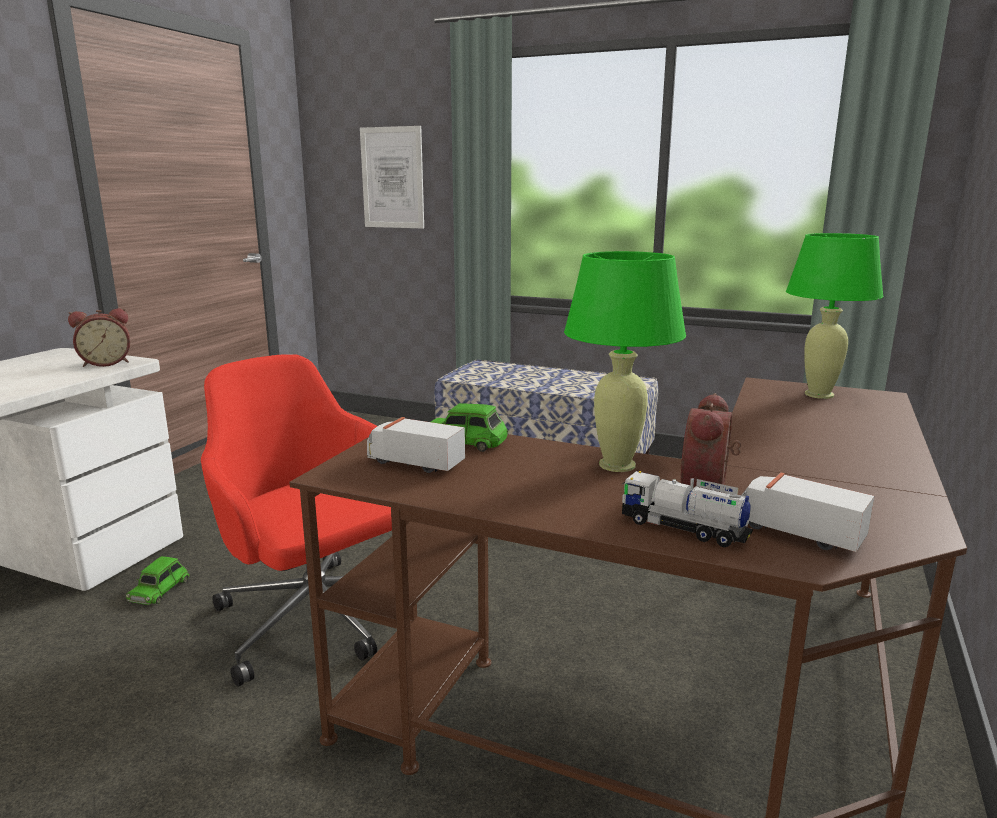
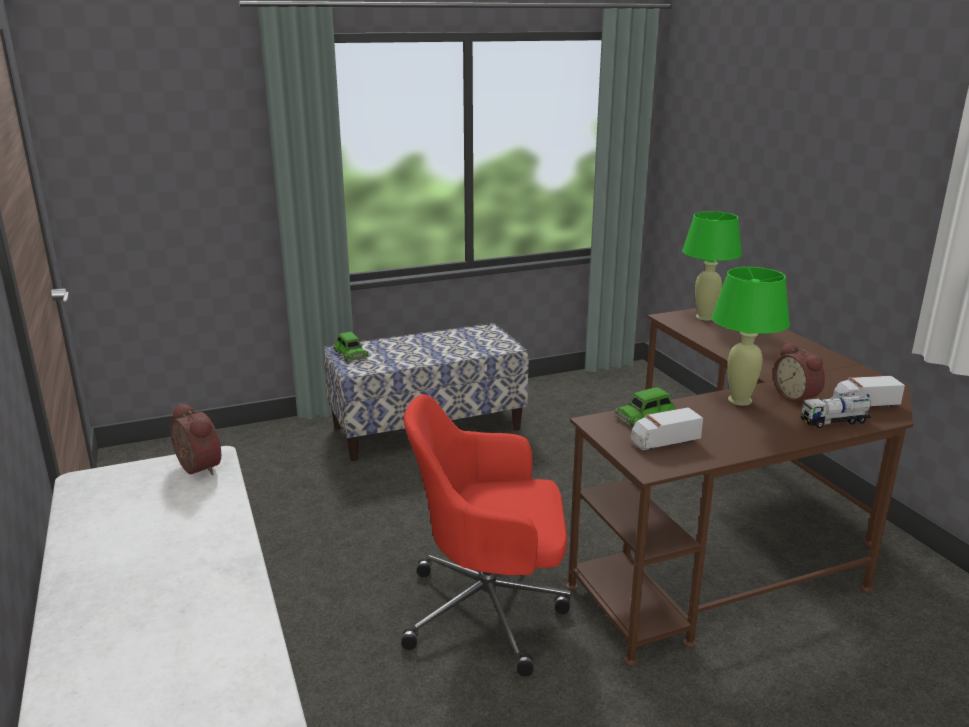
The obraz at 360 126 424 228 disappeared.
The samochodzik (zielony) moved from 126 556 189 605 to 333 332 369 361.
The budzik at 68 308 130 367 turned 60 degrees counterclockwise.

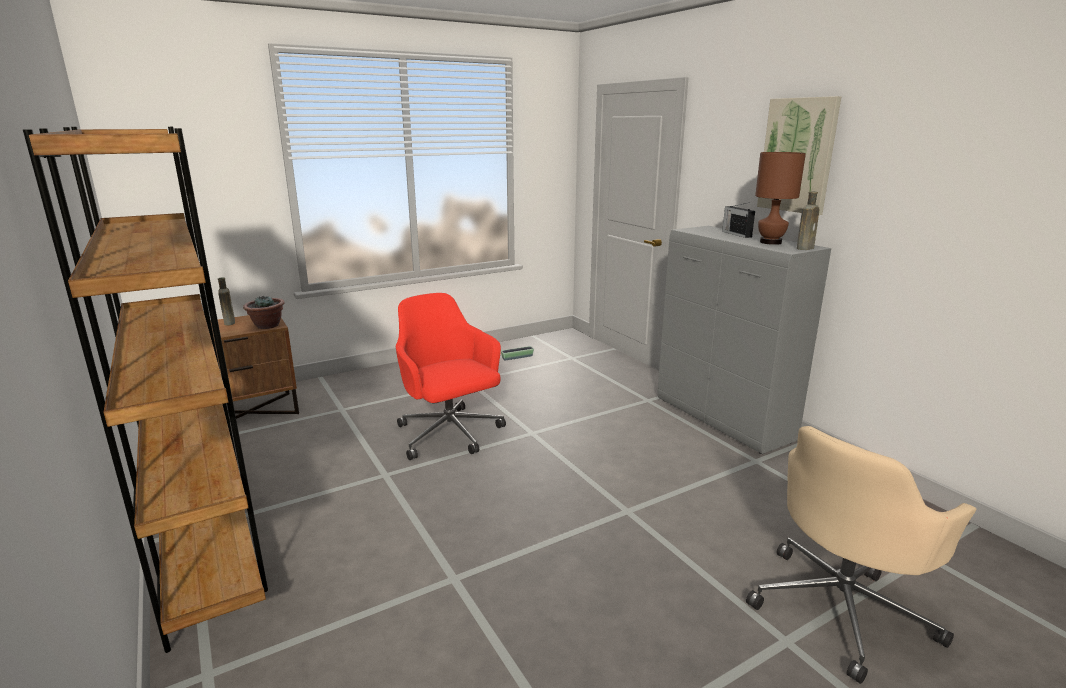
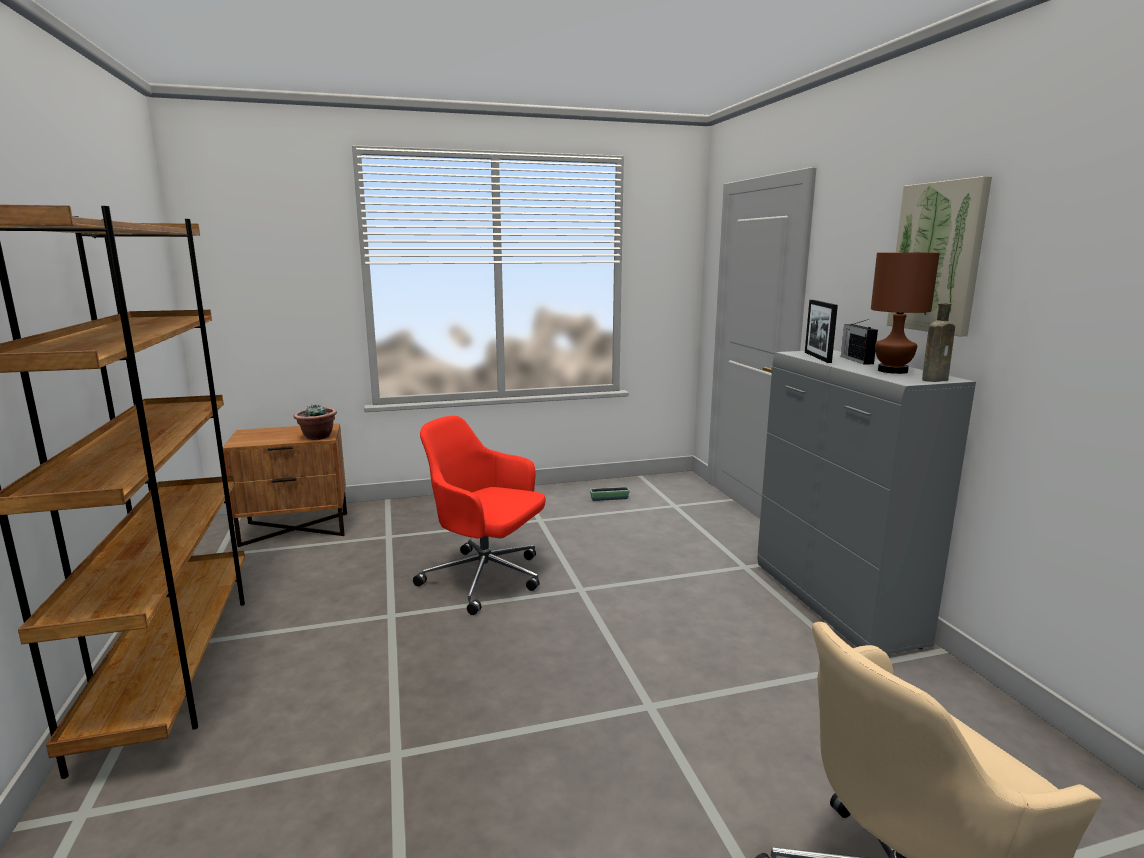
The butelka (brązowy) at 218 277 235 326 disappeared.
The ramka na zdjęcie at 805 300 838 363 appeared.
The krzesło biurowe (czerwony) at 396 293 506 460 turned 45 degrees counterclockwise.

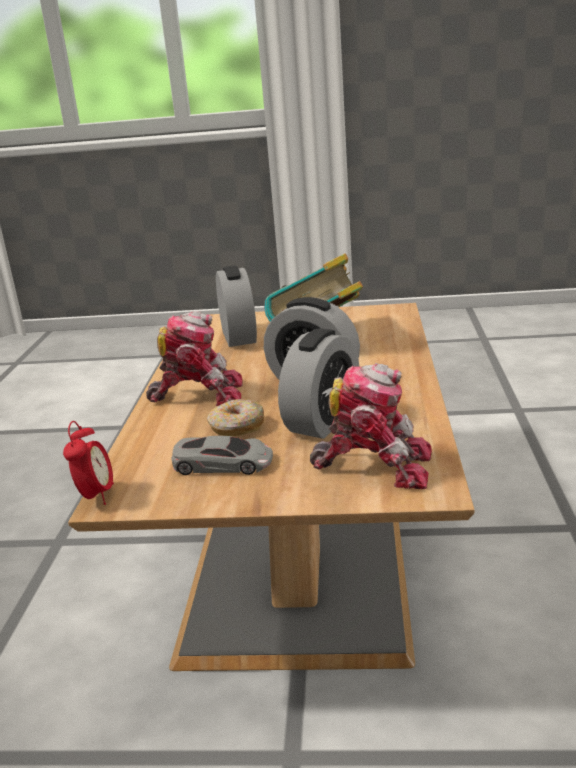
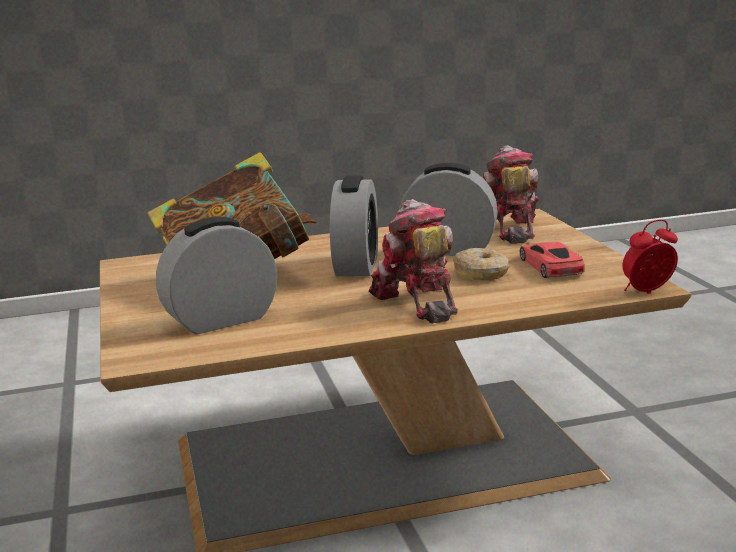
The samochodzik (szary) at 171 436 273 475 became the samochodzik (czerwony) at 520 242 585 278.

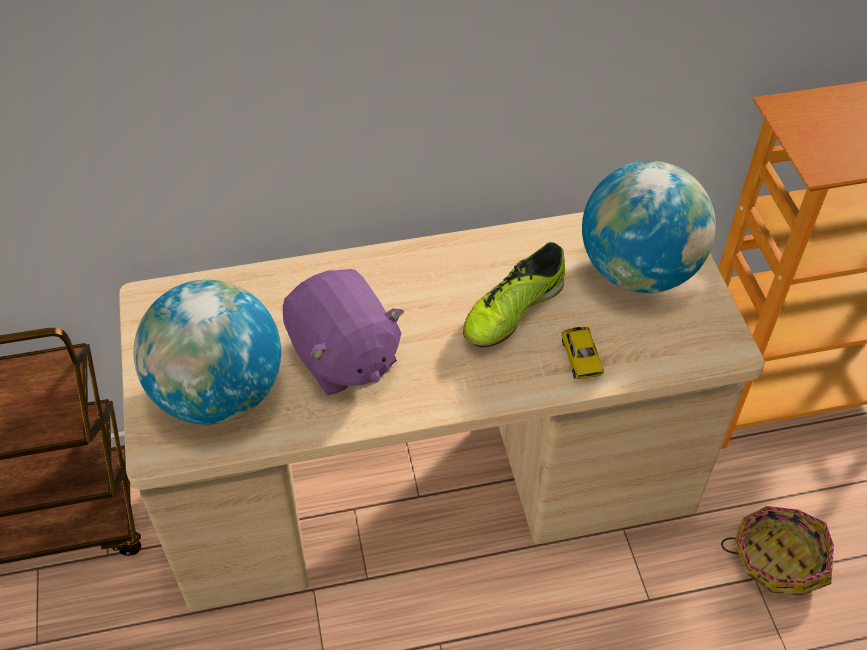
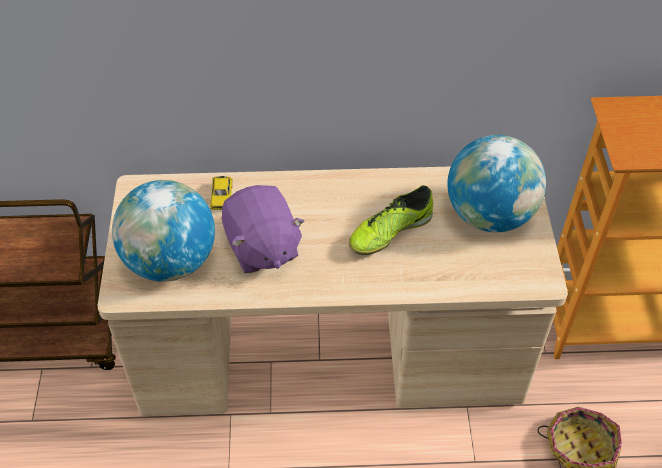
The samochodzik moved from 561 327 604 379 to 210 176 233 210.

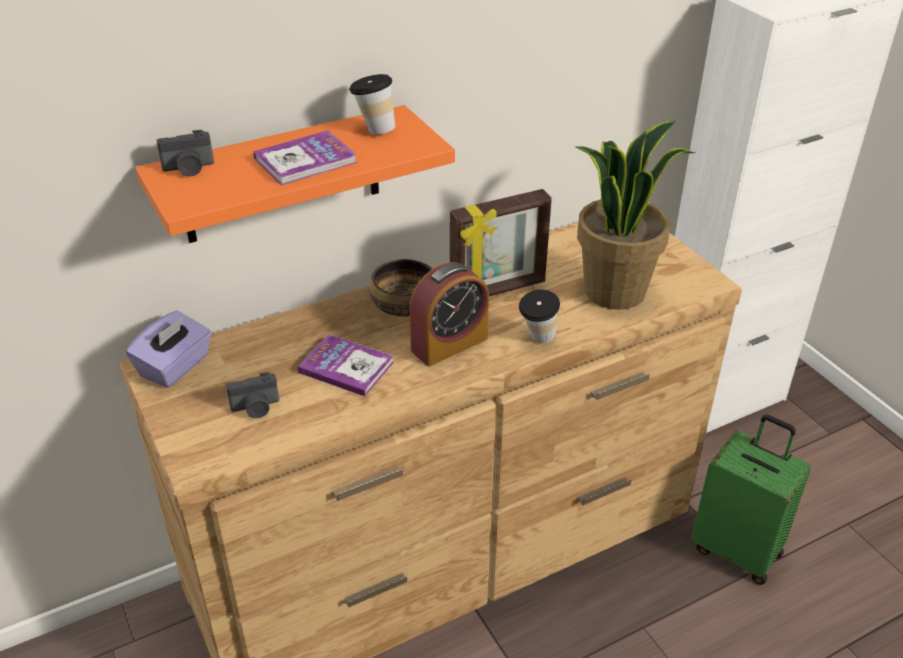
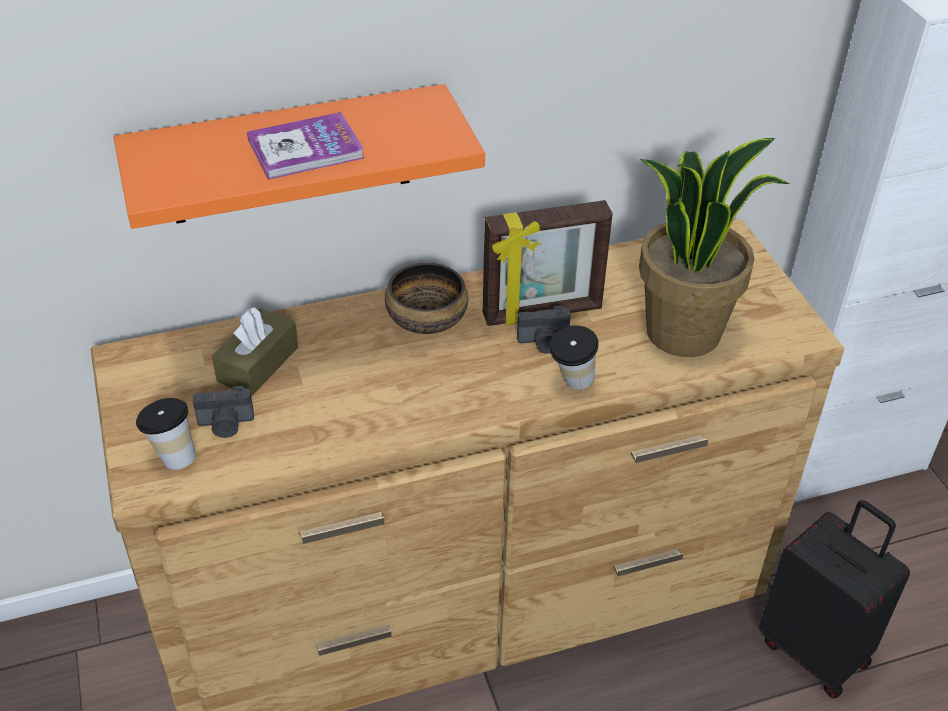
The pudełko chusteczek (fioletowy) at 126 311 212 388 disappeared.
The książka at 297 334 394 396 disappeared.
The budzik at 410 262 489 366 disappeared.
The pudełko chusteczek (brązowy) at 212 307 298 396 appeared.
The aparat fotograficzny moved from 156 130 214 176 to 517 306 571 353.
The filiżanka moved from 349 74 395 135 to 136 398 196 470.
The walizka (zielony) at 691 415 811 585 became the walizka (czarny) at 759 500 910 698.

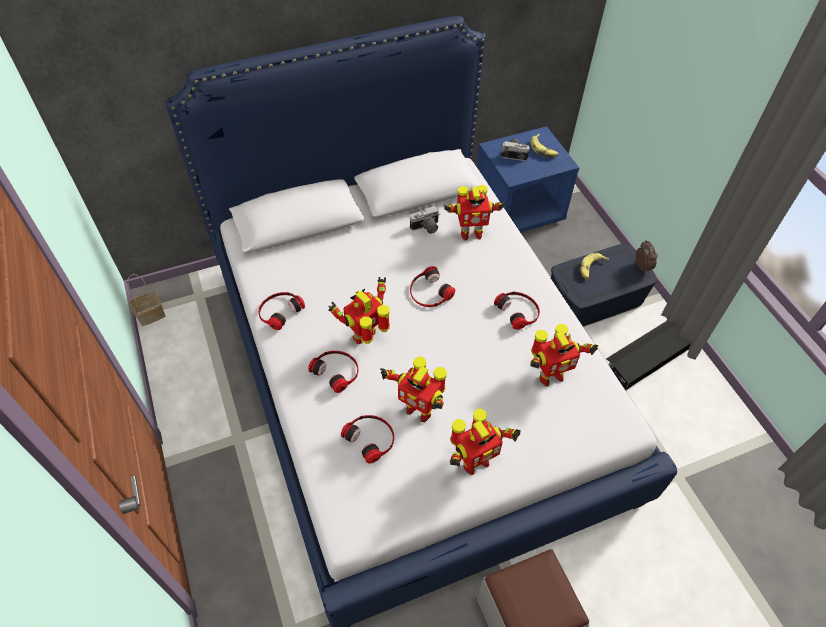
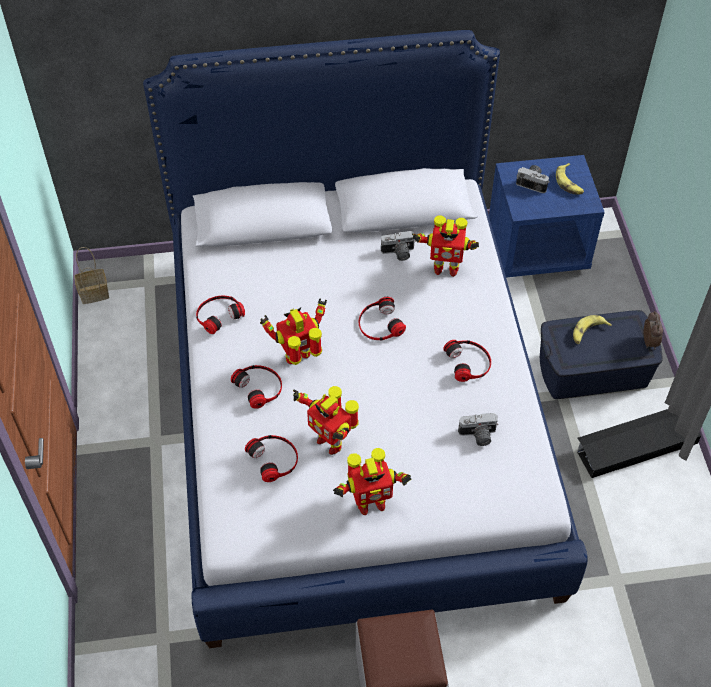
The robot zabawkowy at 530 324 598 386 was replaced by the aparat fotograficzny at 458 413 499 446.

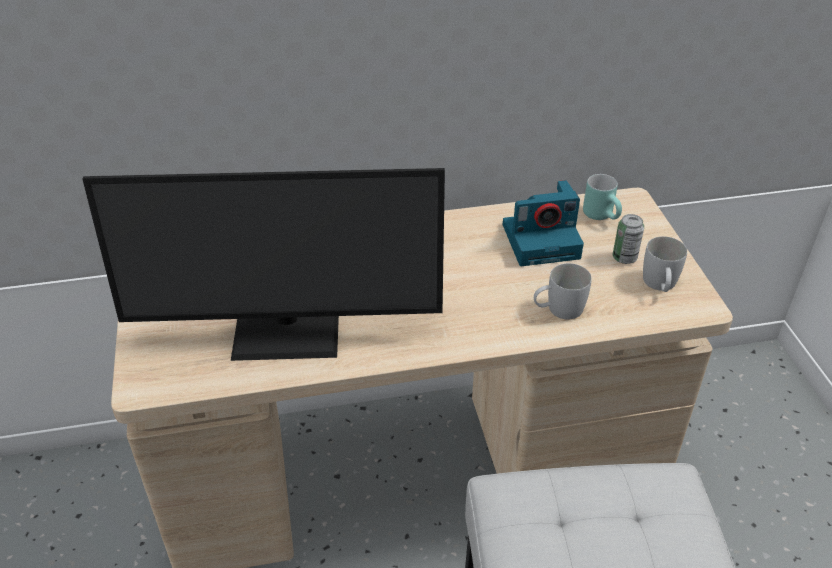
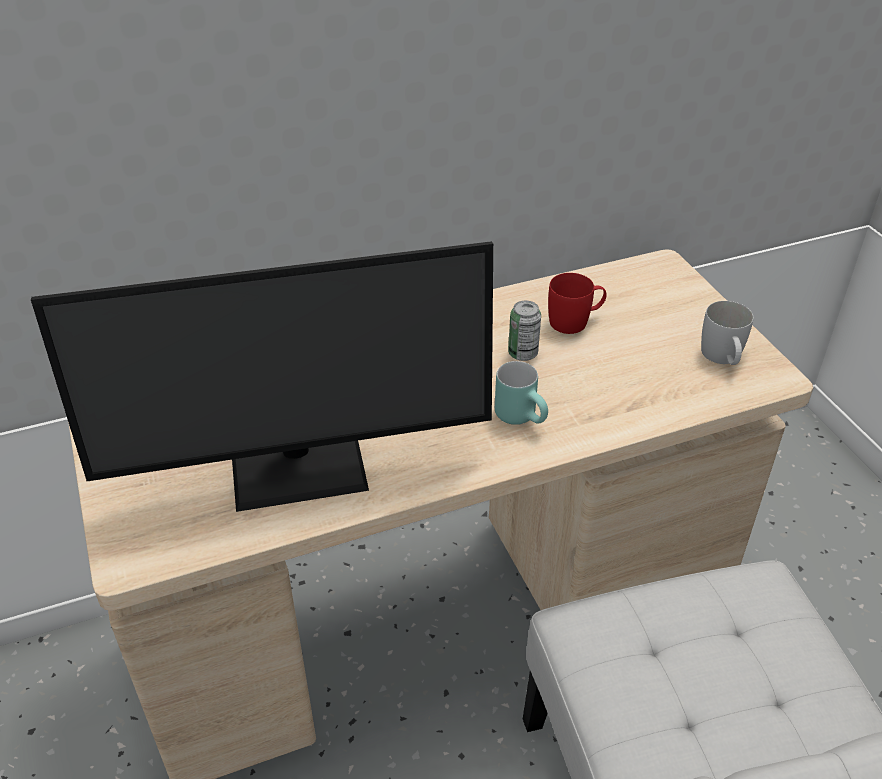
The kubek (biały) at 534 263 592 319 disappeared.
The kubek (turkusowy) moved from 583 174 622 220 to 495 361 548 425.
The puszka moved from 613 214 644 264 to 508 301 541 361.
The aparat fotograficzny at 503 180 584 266 was replaced by the kubek (czerwony) at 548 273 607 334.

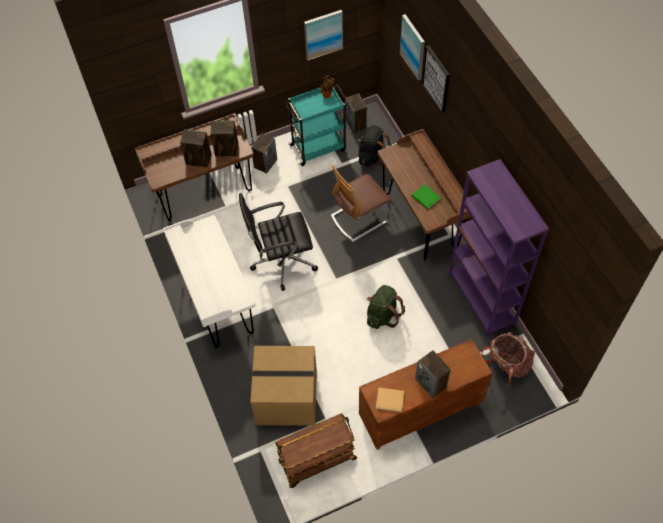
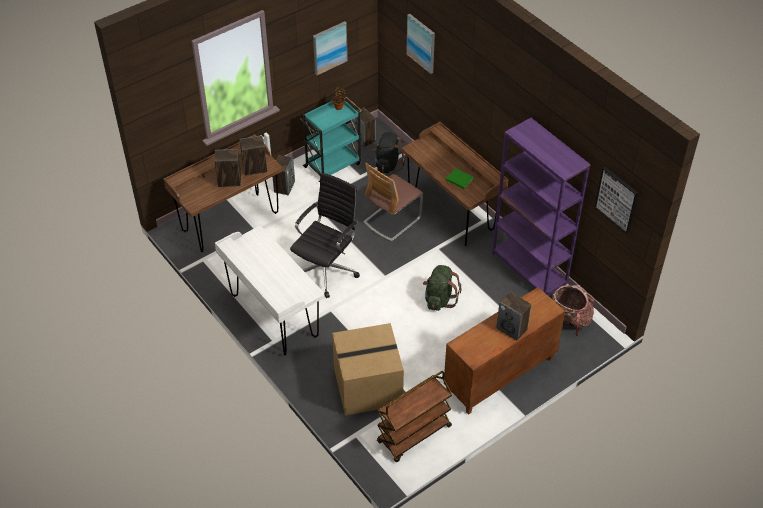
The książka (beżowy) at 376 387 404 412 disappeared.
The obraz moved from 422 46 450 113 to 595 167 638 234.
The krzesło biurowe (czarny) at 239 193 318 291 turned 150 degrees clockwise.

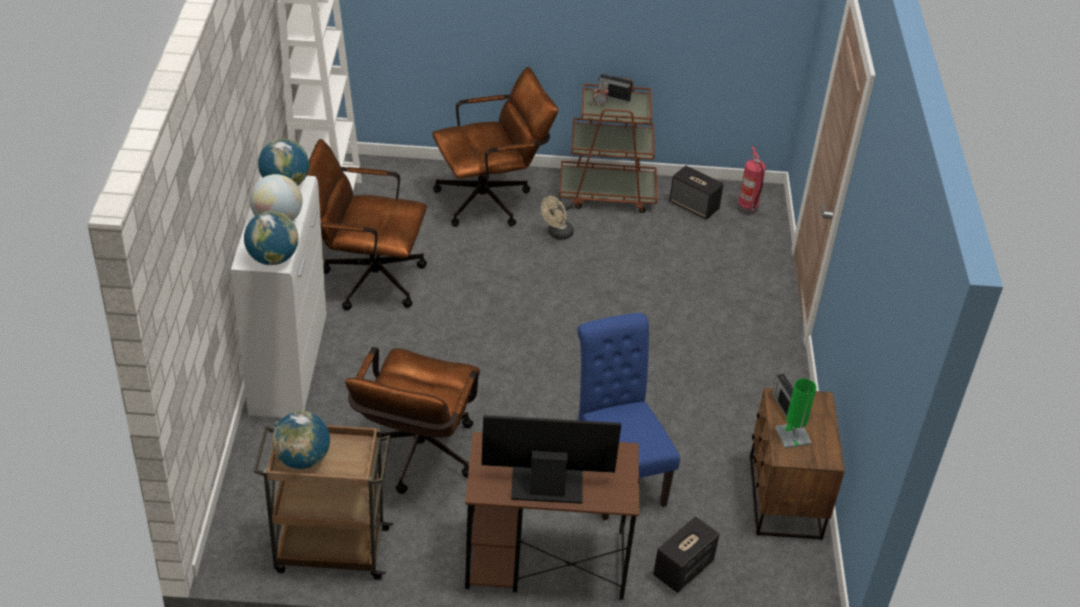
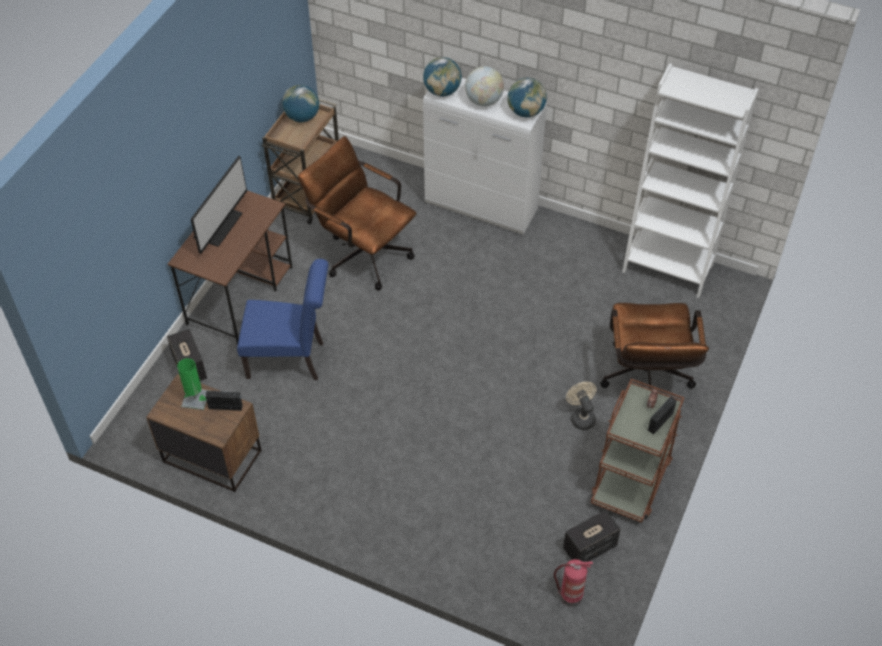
The krzesło biurowe (brązowy) at 307 139 427 311 disappeared.

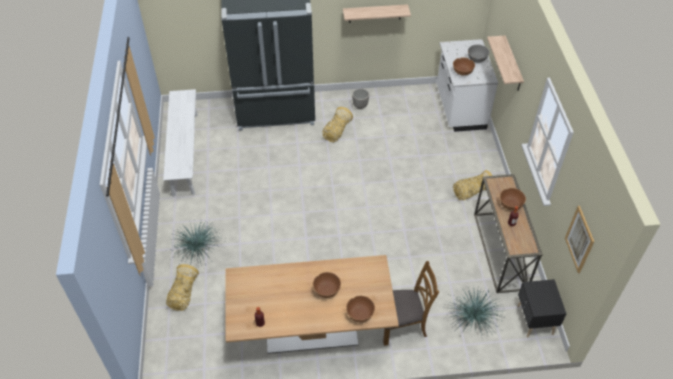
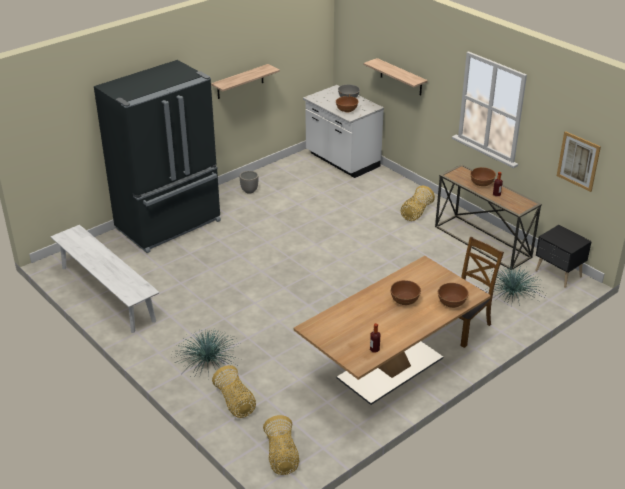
The koszyk moved from 322 107 353 142 to 263 415 299 475.

